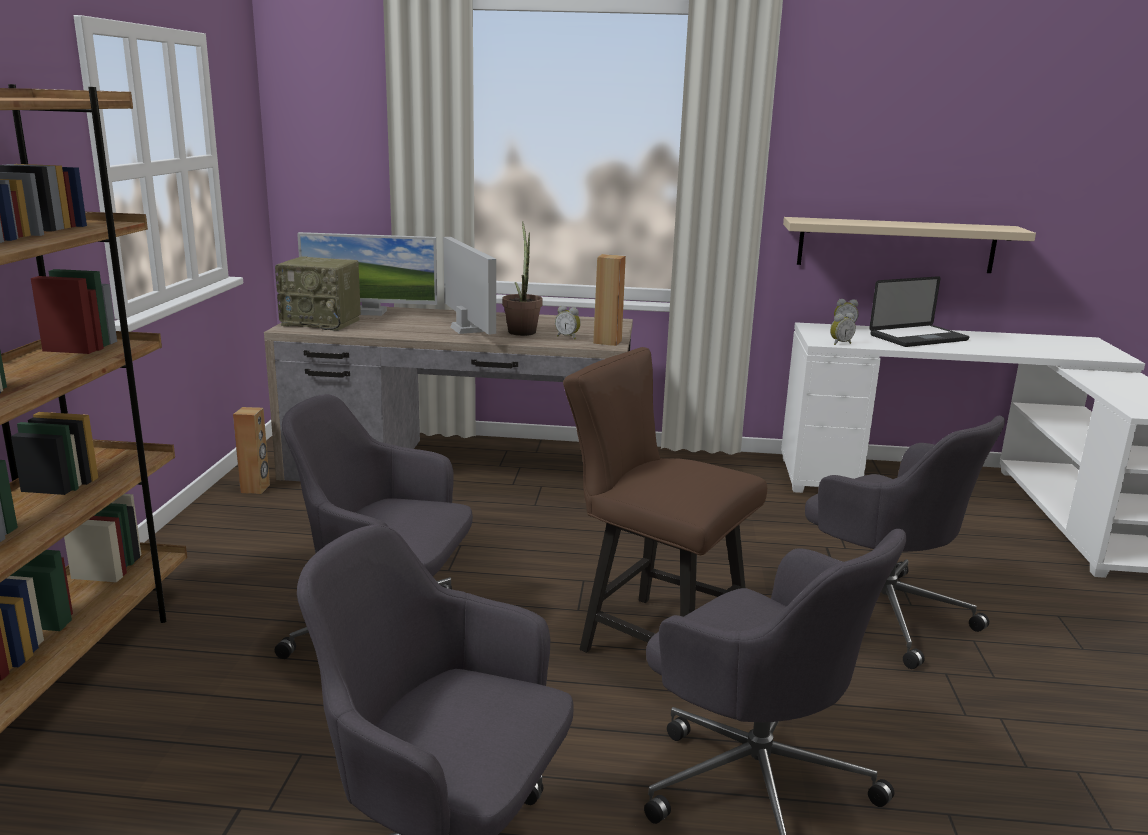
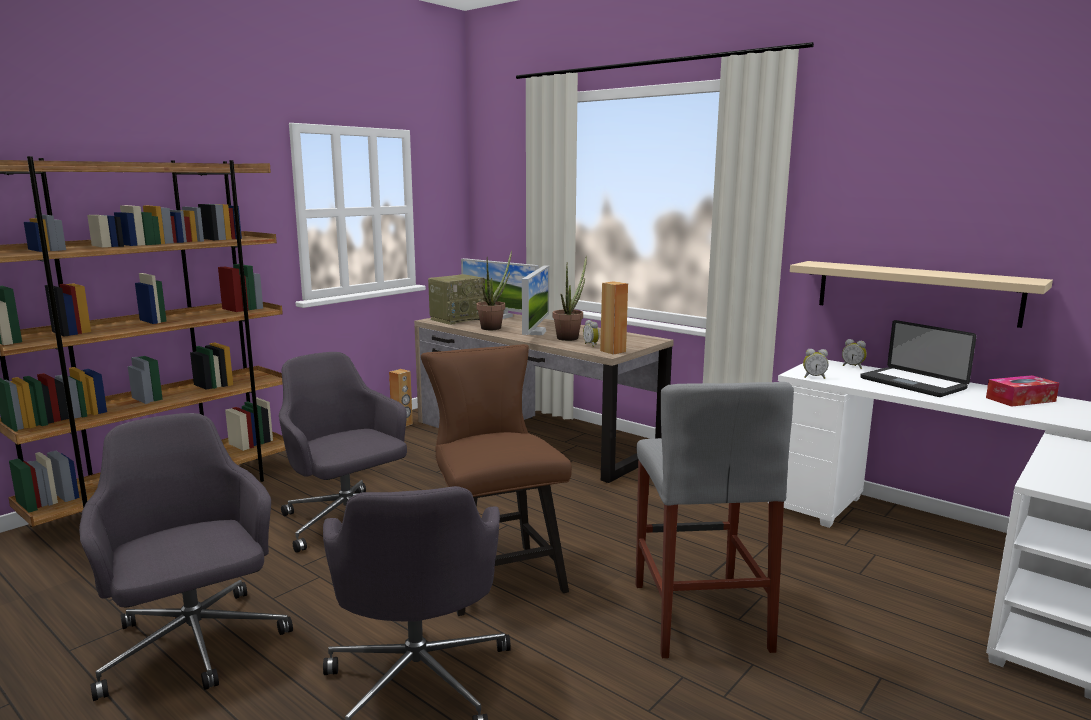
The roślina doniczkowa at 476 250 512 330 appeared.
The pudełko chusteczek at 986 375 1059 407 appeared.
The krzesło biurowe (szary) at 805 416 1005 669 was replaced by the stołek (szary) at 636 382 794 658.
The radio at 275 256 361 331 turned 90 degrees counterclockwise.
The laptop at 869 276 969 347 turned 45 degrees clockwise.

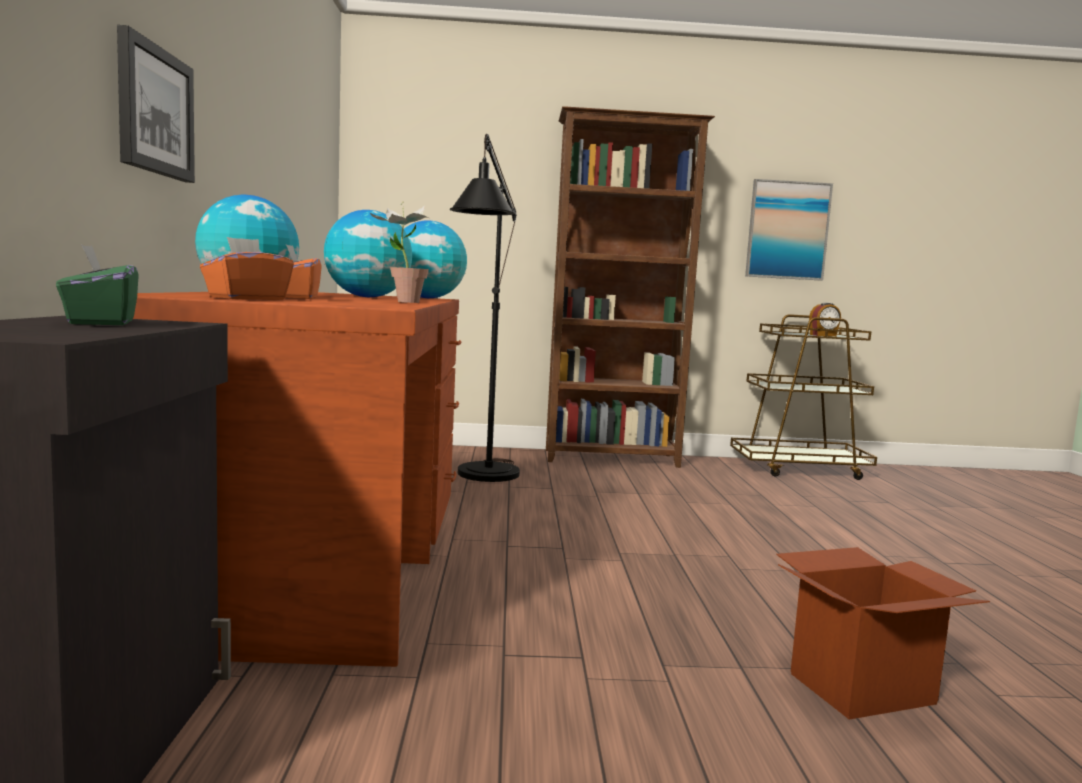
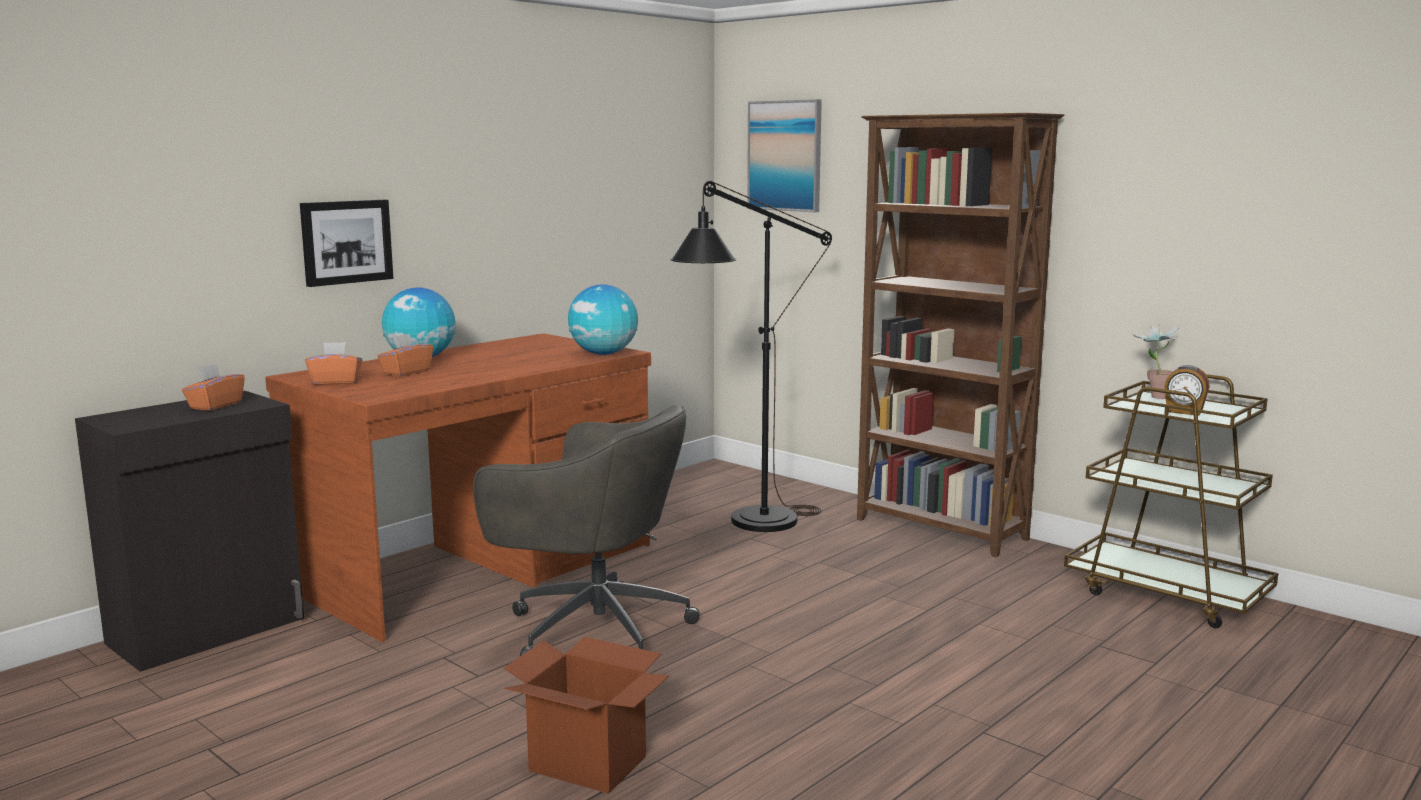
The globus at 324 210 412 297 disappeared.
The krzesło biurowe (szary) at 473 405 700 656 appeared.
The roślina doniczkowa moved from 370 201 429 303 to 1133 324 1180 399.
The obraz moved from 745 179 833 280 to 747 99 822 212.
The pudełko chusteczek (zielony) at 56 245 139 325 became the pudełko chusteczek (pomarańczowy) at 182 363 245 411.

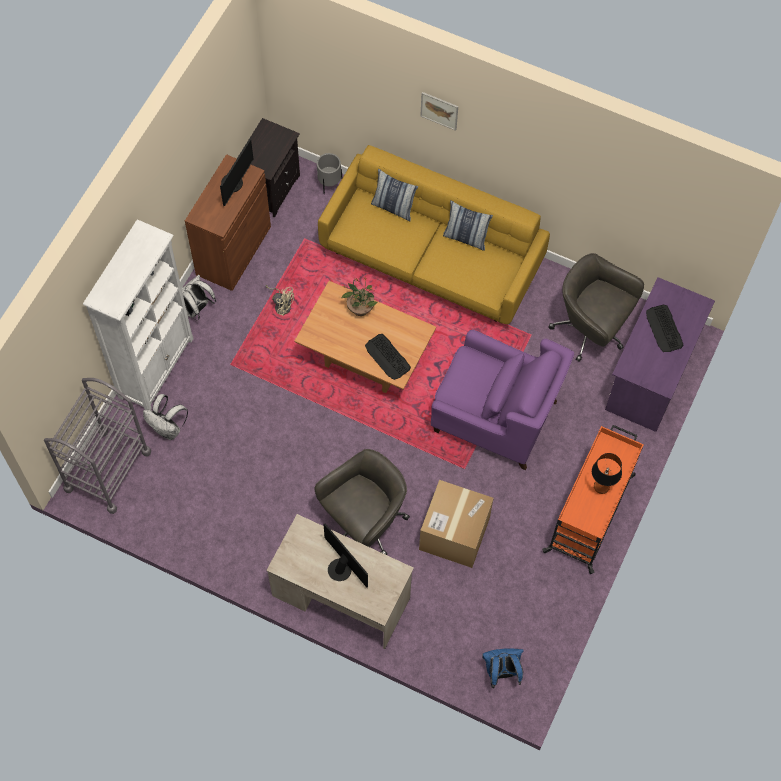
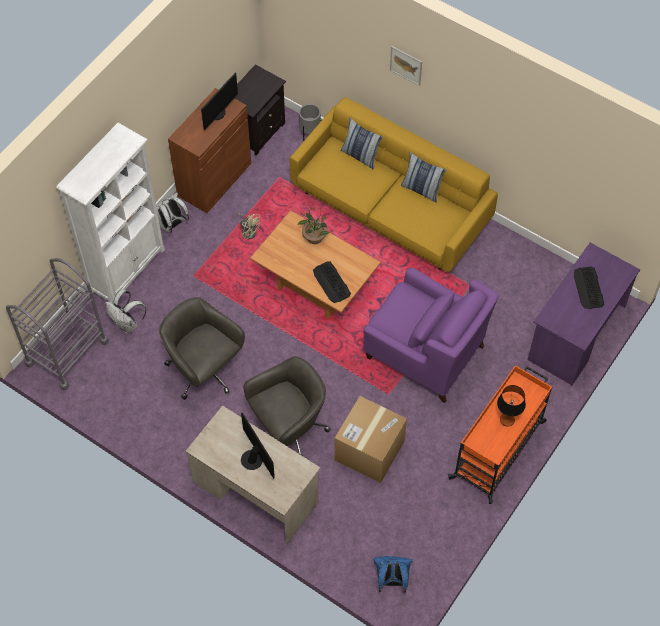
The krzesło biurowe (szary) moved from 548 253 644 362 to 159 297 245 400.

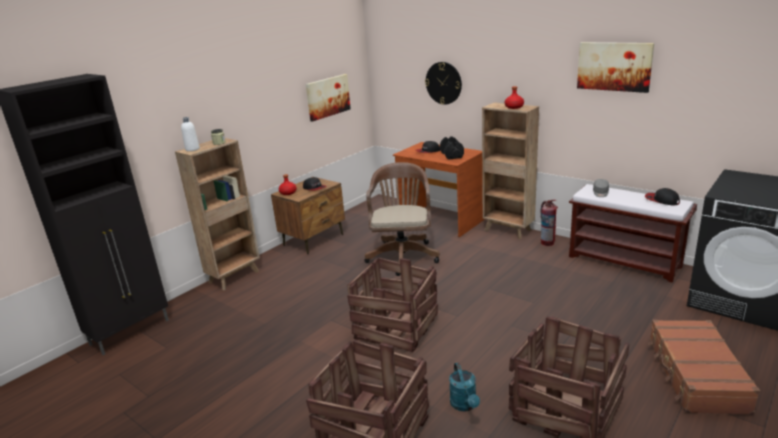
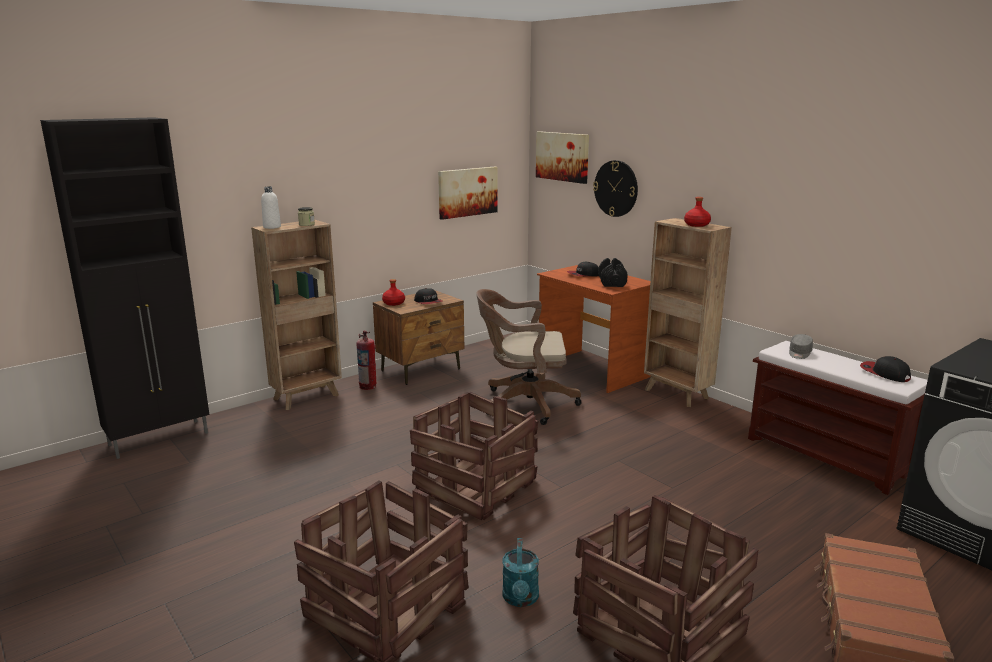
The gaśnica moved from 541 200 558 246 to 357 331 376 390.
The obraz moved from 577 42 654 93 to 536 131 589 184.
The krzesło biurowe (brązowy) at 364 162 440 276 turned 105 degrees counterclockwise.

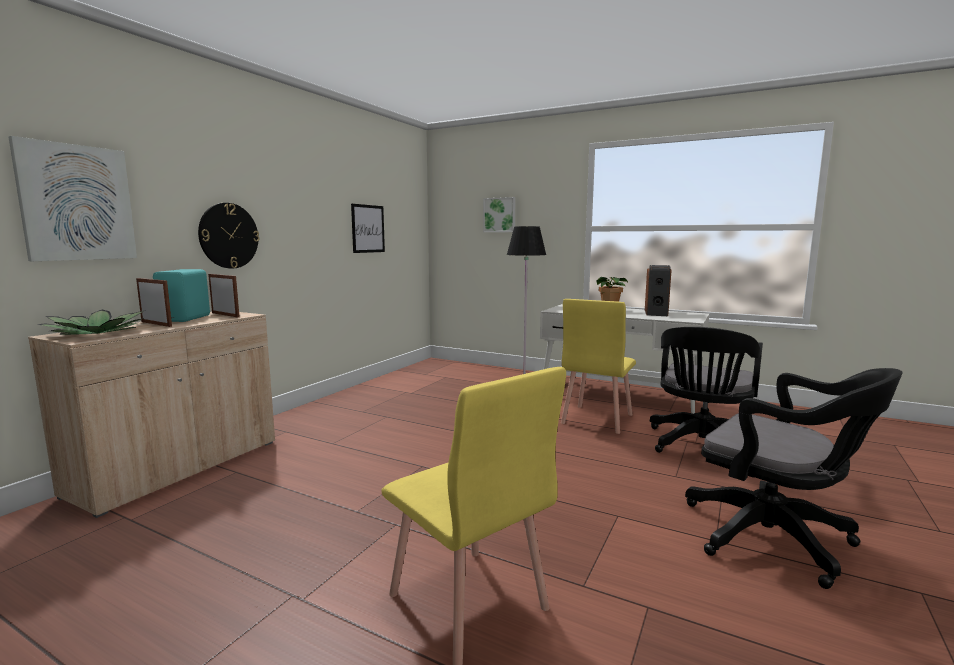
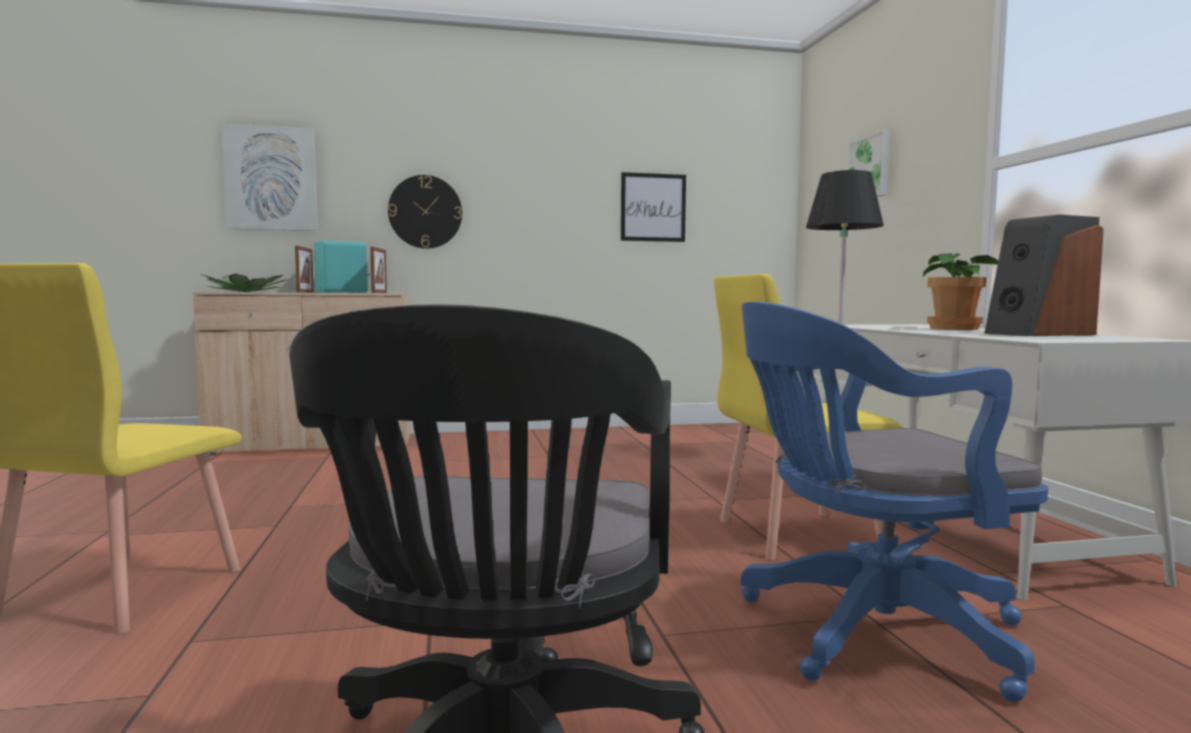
The krzesło biurowe (czarny) at 650 327 763 453 became the krzesło biurowe (niebieski) at 741 301 1049 702.

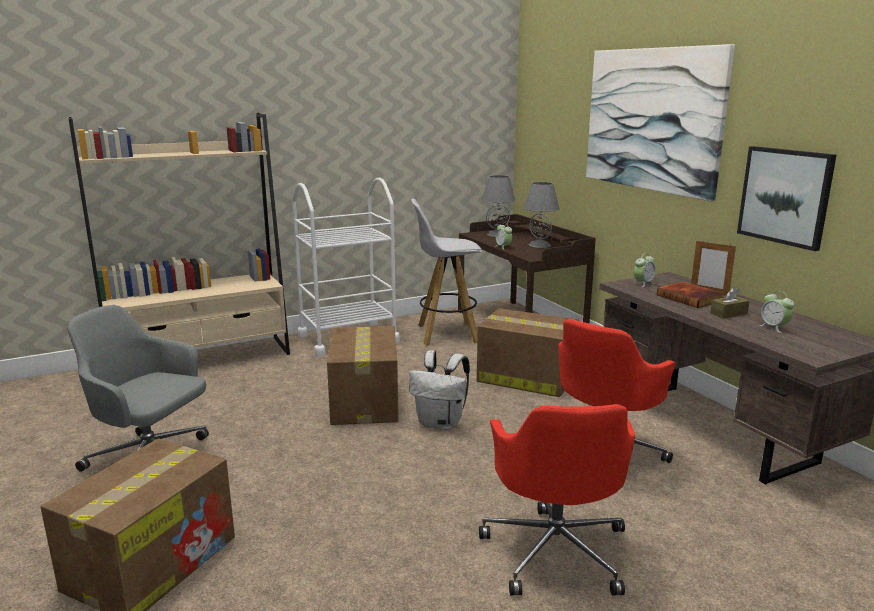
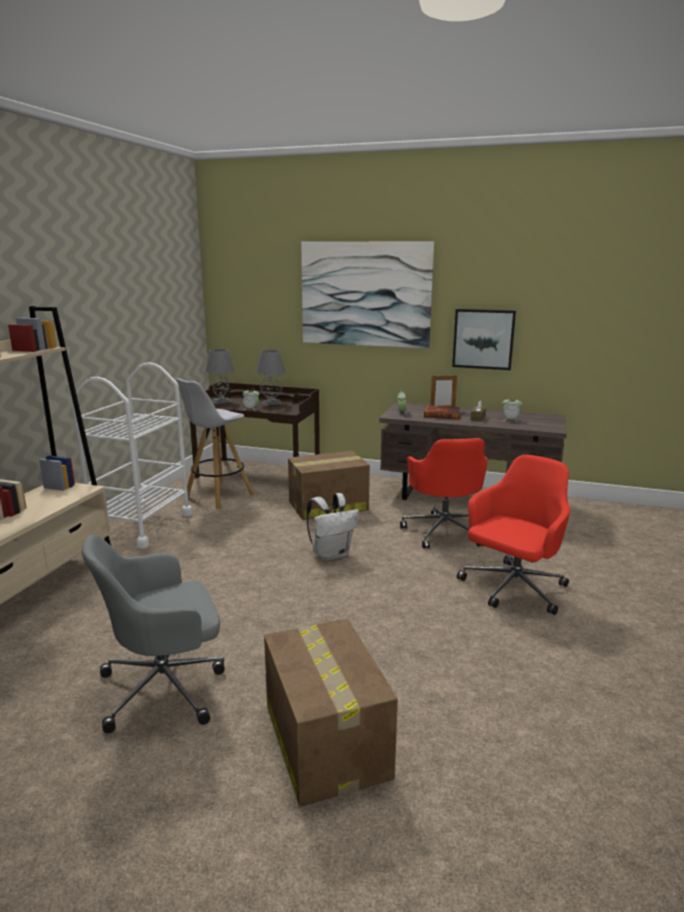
The karton at 327 326 399 425 disappeared.
The krzesło biurowe (czerwony) at 479 404 635 596 turned 90 degrees counterclockwise.

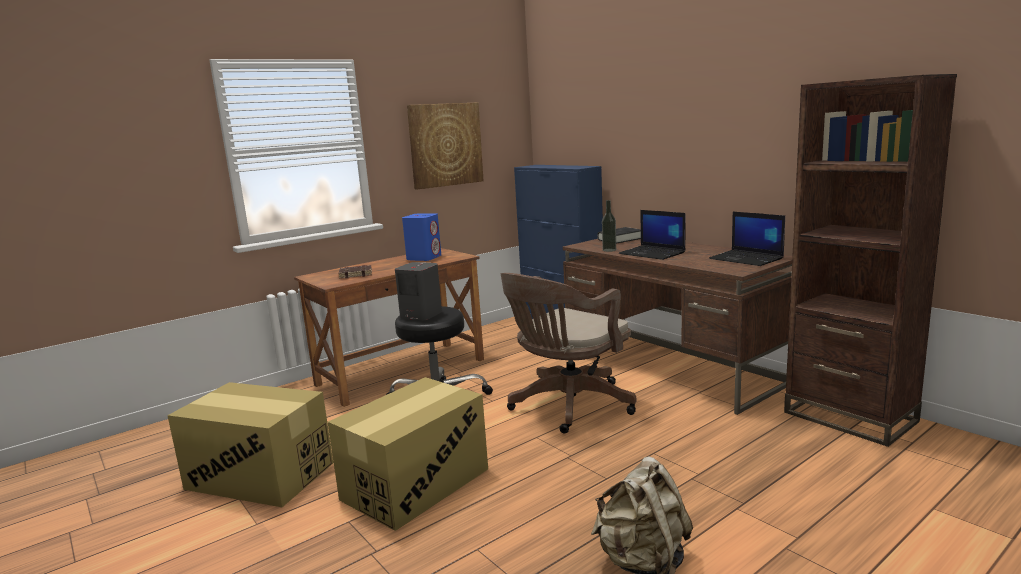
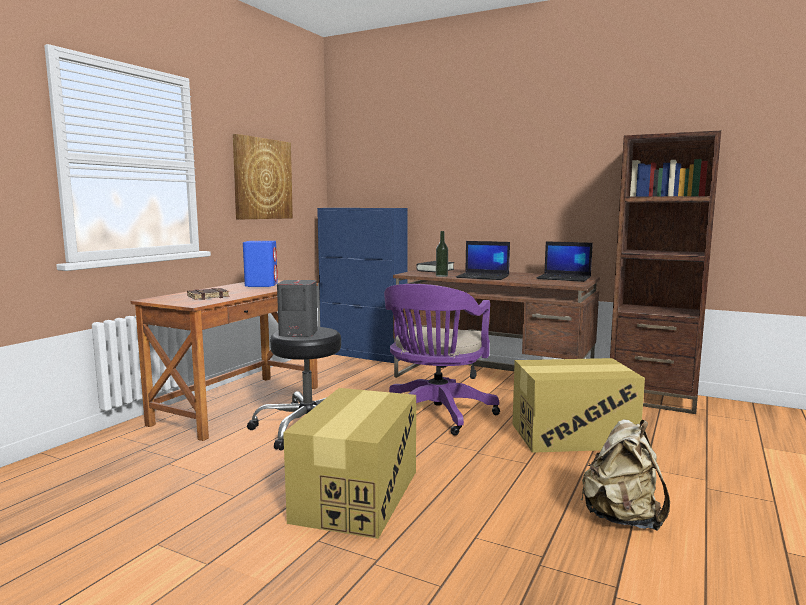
The karton moved from 167 382 333 507 to 512 358 645 453.
The krzesło biurowe (brązowy) at 501 273 636 433 became the krzesło biurowe (fioletowy) at 384 284 500 435.

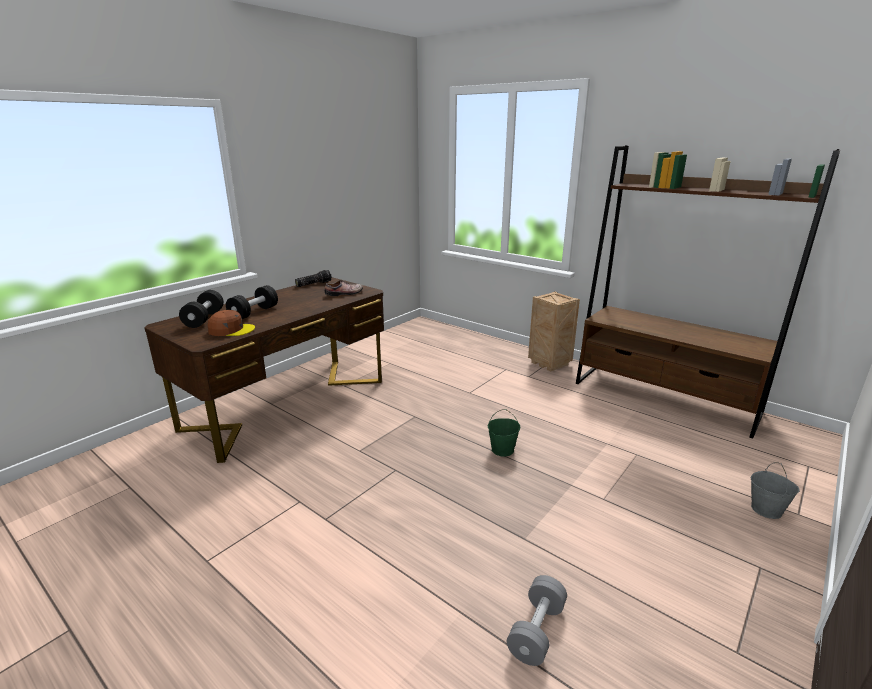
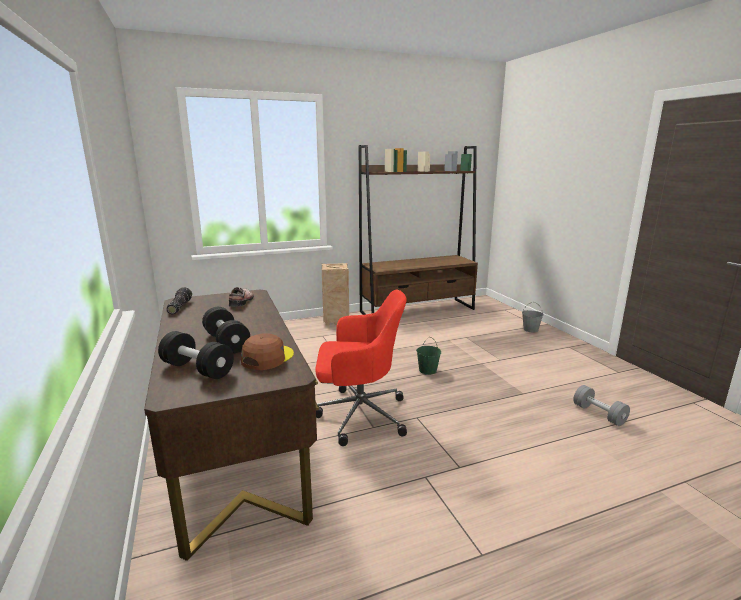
The krzesło biurowe (czerwony) at 315 290 407 446 appeared.

